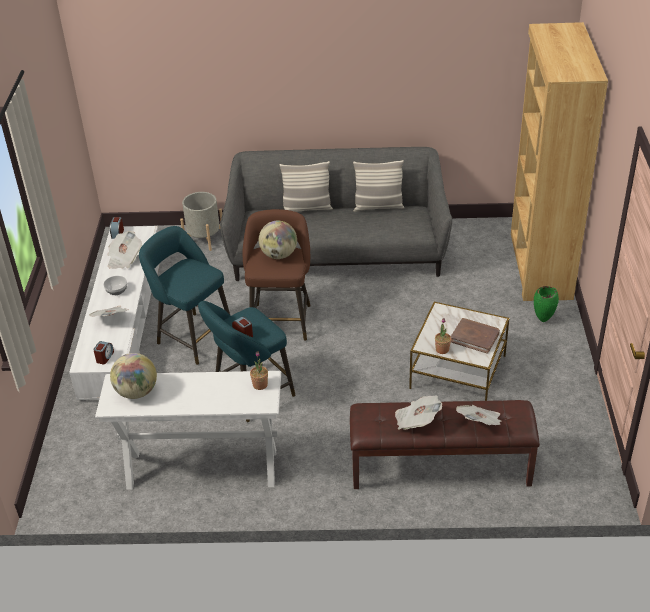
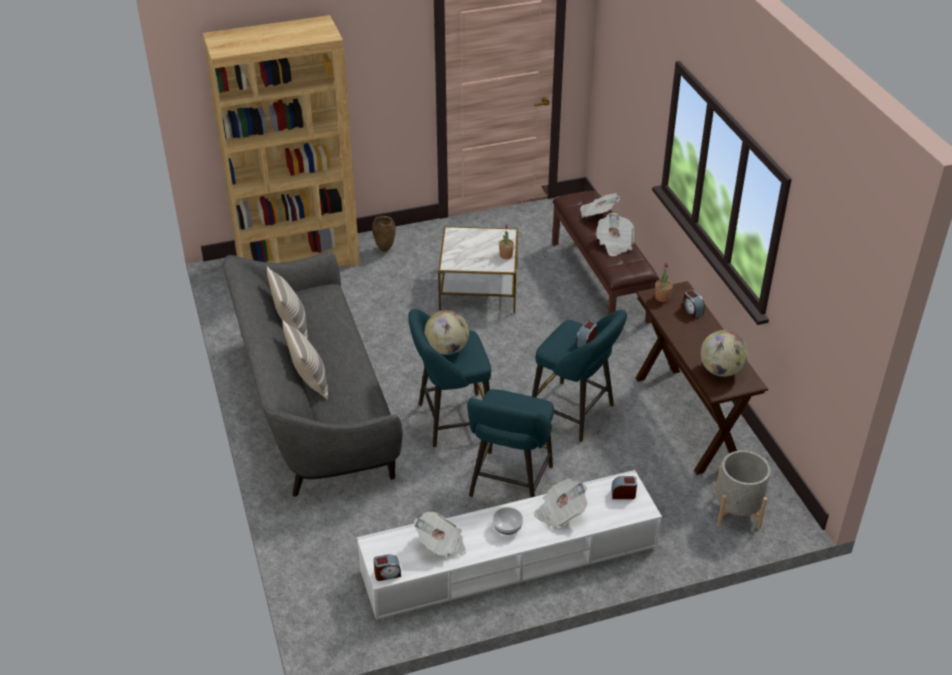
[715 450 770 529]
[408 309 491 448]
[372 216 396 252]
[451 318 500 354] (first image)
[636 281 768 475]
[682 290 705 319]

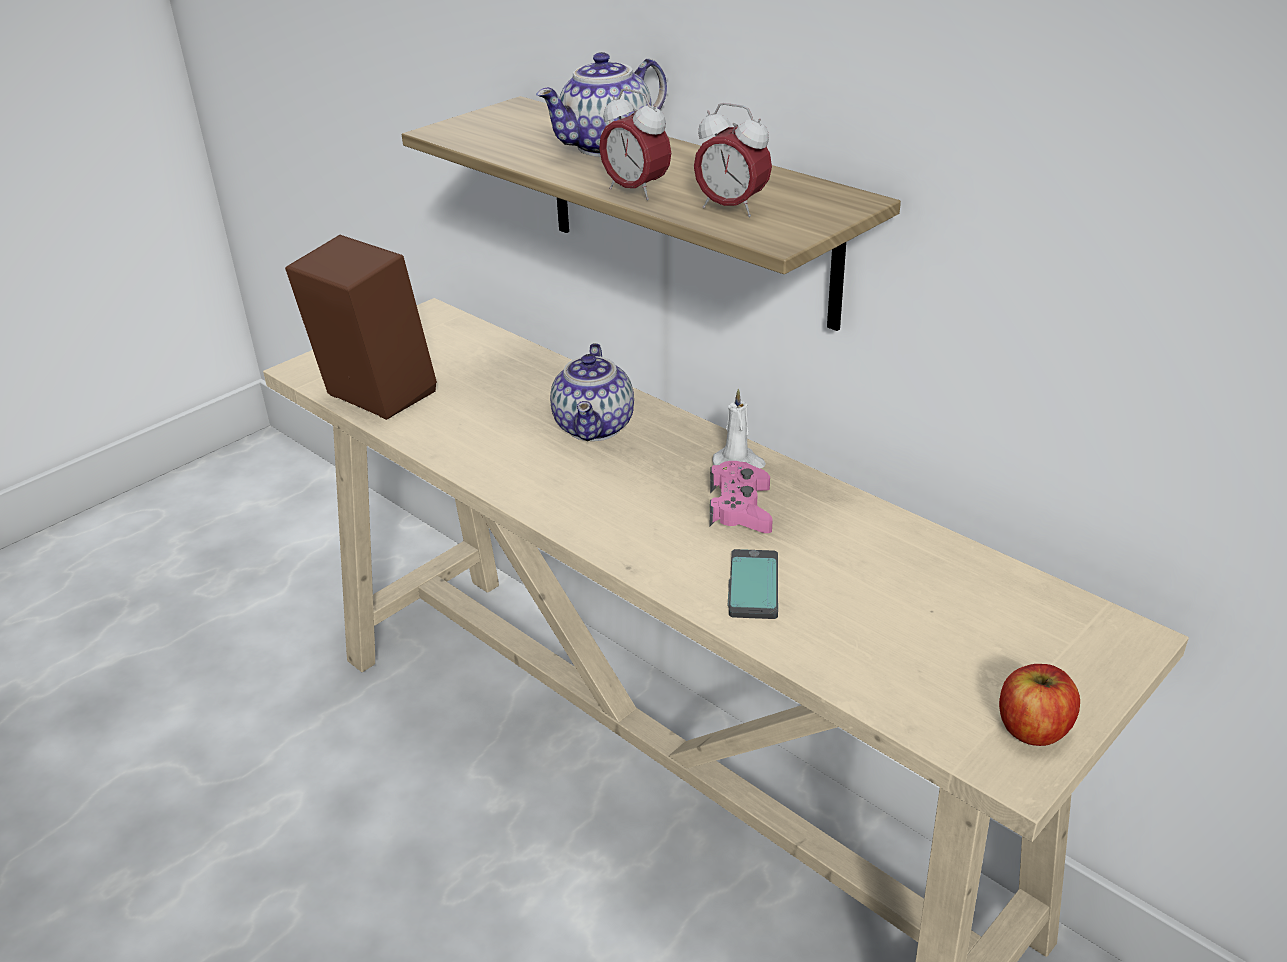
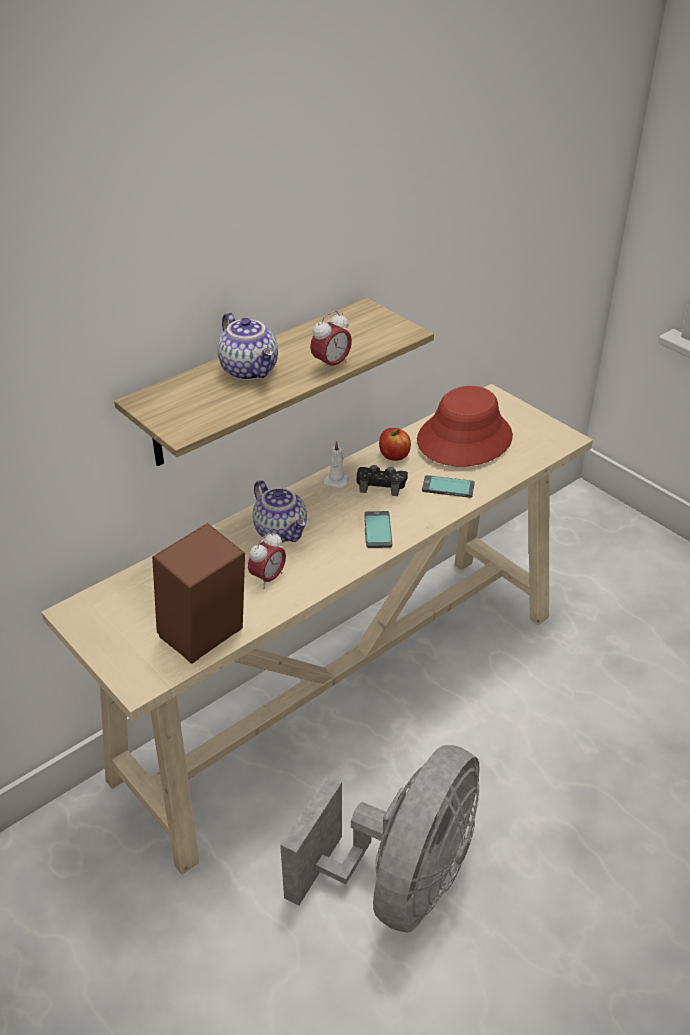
[248 532 286 589]
[252 480 307 543]
[356 465 408 496]
[379 428 411 461]
[417 386 513 467]
[364 511 392 548]
[280 745 479 933]

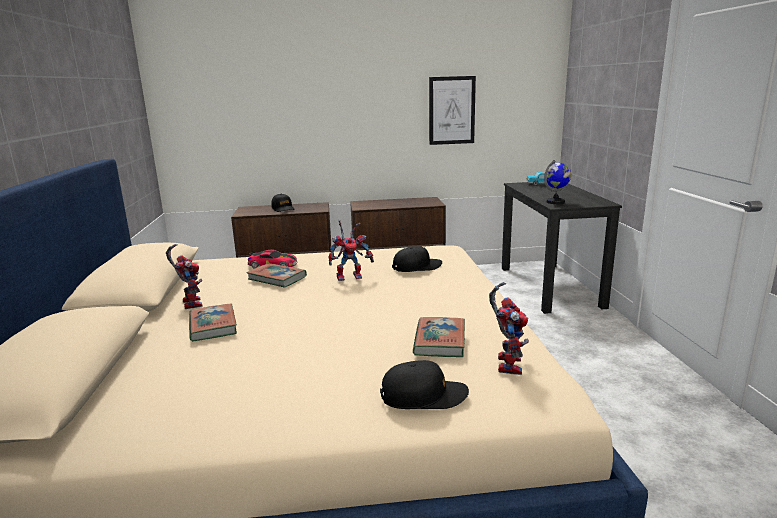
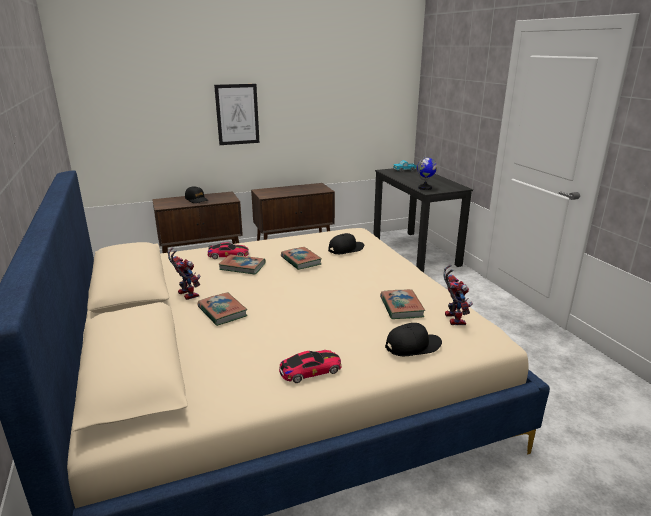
[214 84 259 145]
[281 247 322 270]
[279 350 342 383]

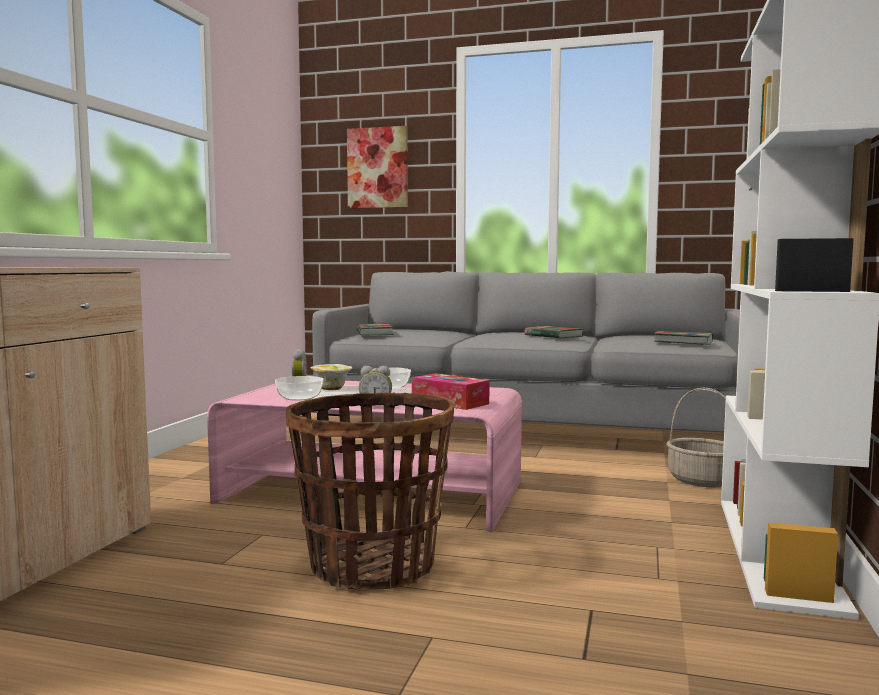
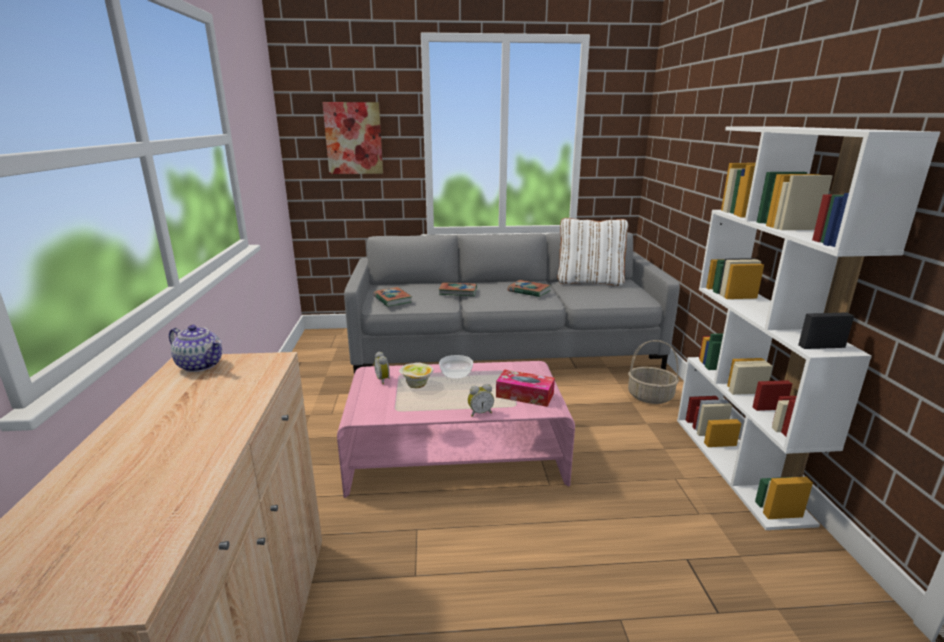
[439 282 477 296]
[275 376 324 401] (first image)
[286 392 454 590] (first image)
[557 218 628 286]
[169 325 222 372]

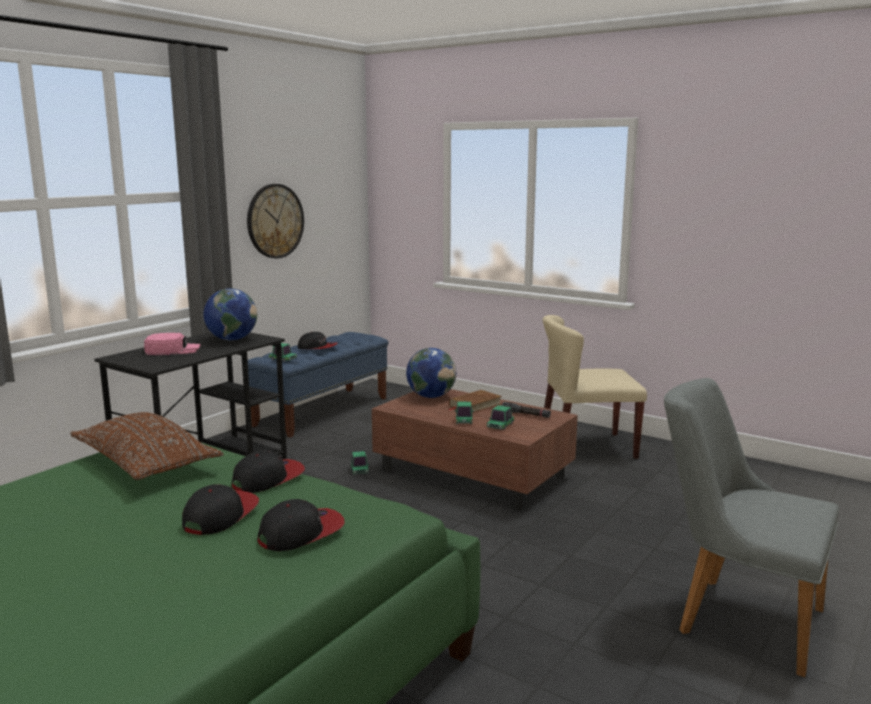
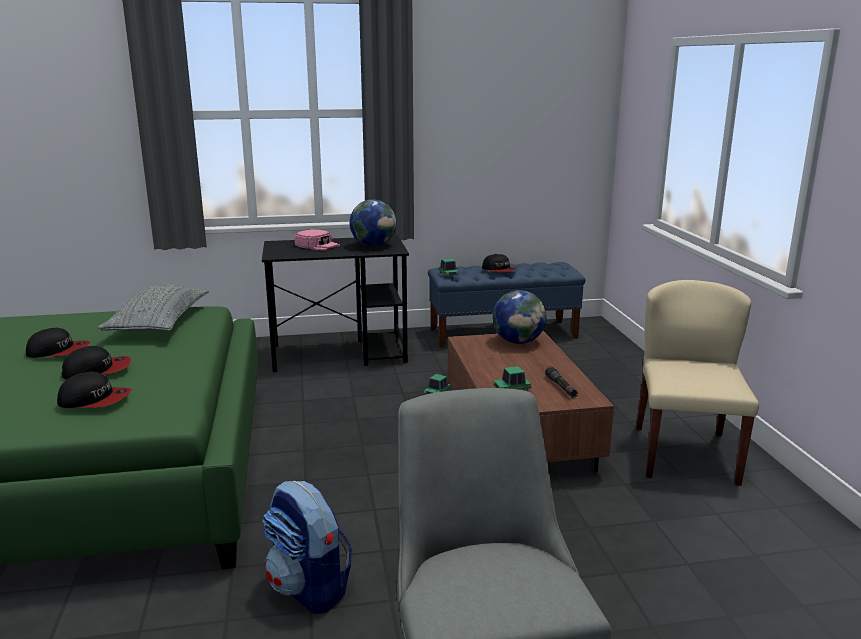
[247 184 304 258] (first image)
[636 280 759 486]
[449 390 502 413] (first image)
[455 402 474 424] (first image)
[98 284 209 331]
[26 328 90 358]
[263 481 353 614]

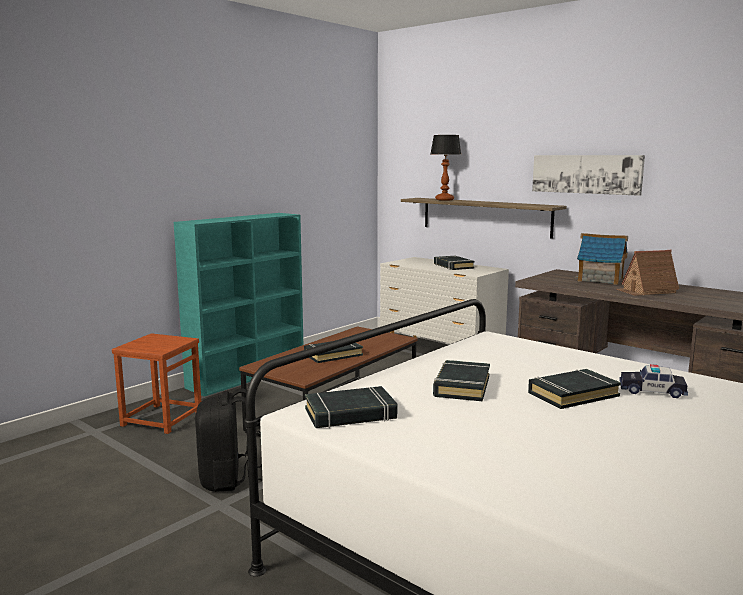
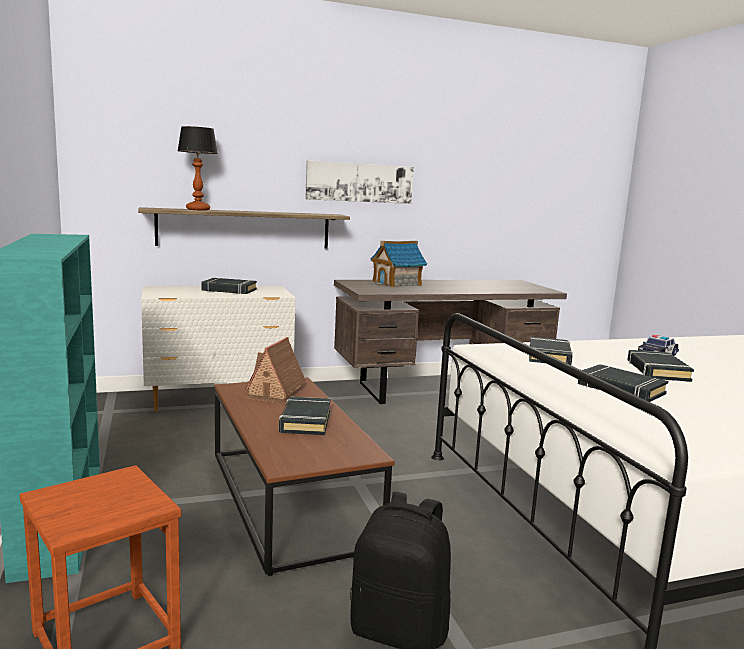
[243 337 306 403]
[529 336 573 365]

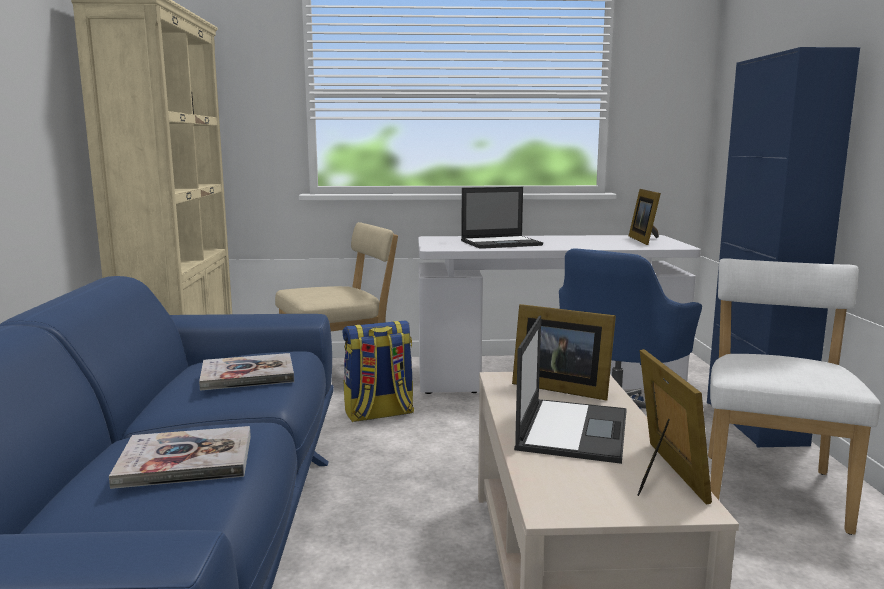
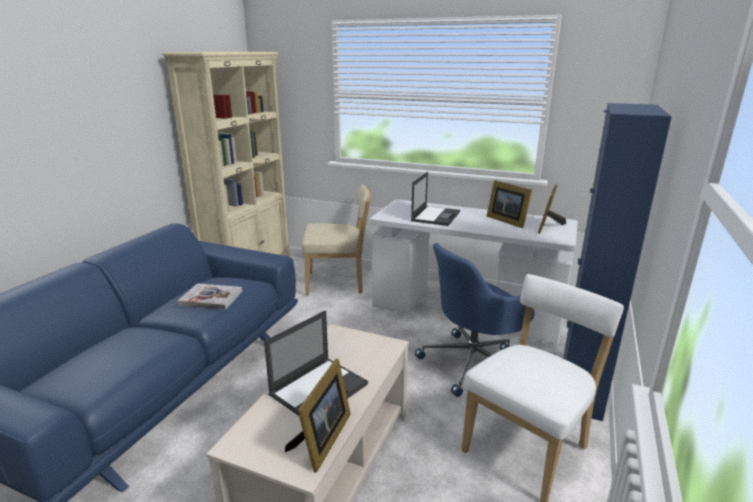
[411 172 460 226]
[487 180 532 228]
[343 320 414 422] (first image)
[109 426 251 489] (first image)

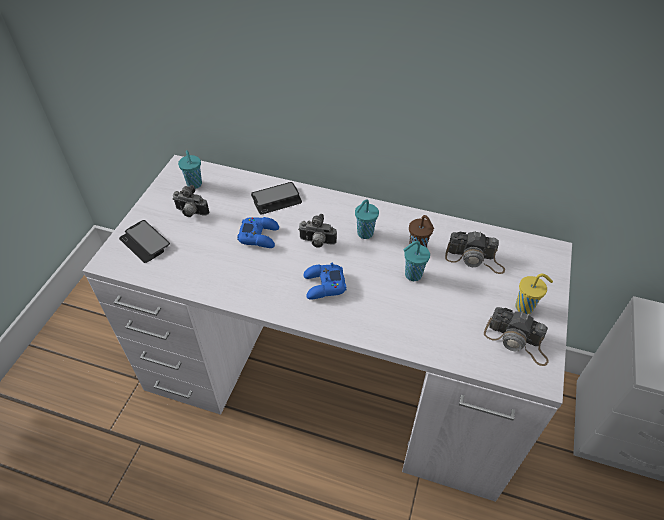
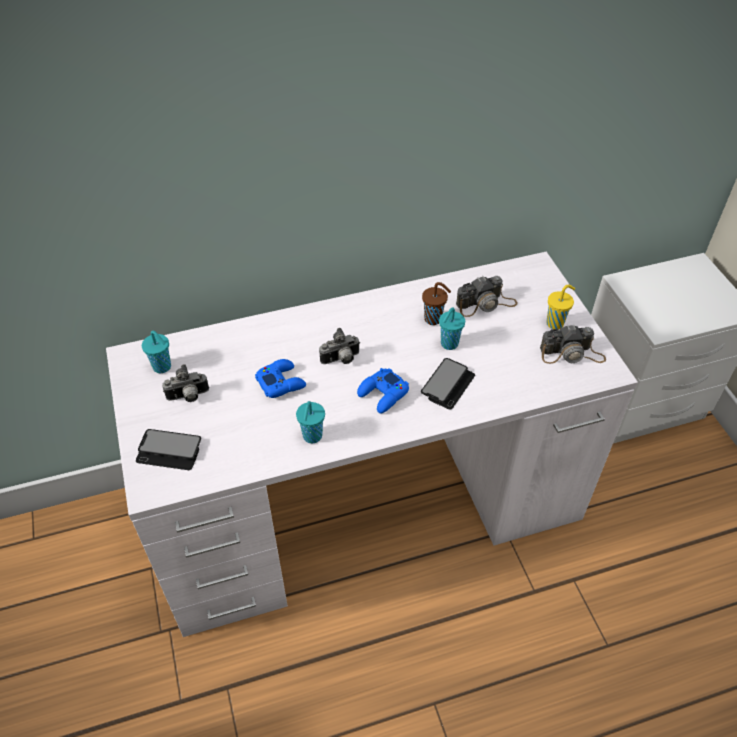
[421 358 475 410]
[296 401 325 443]

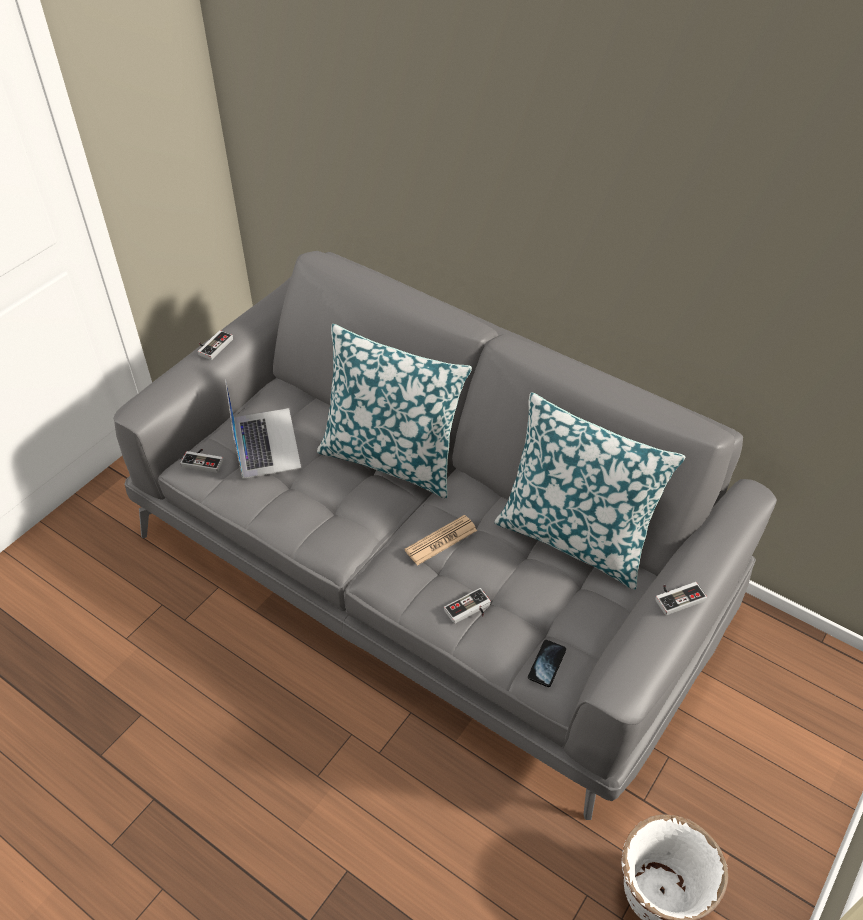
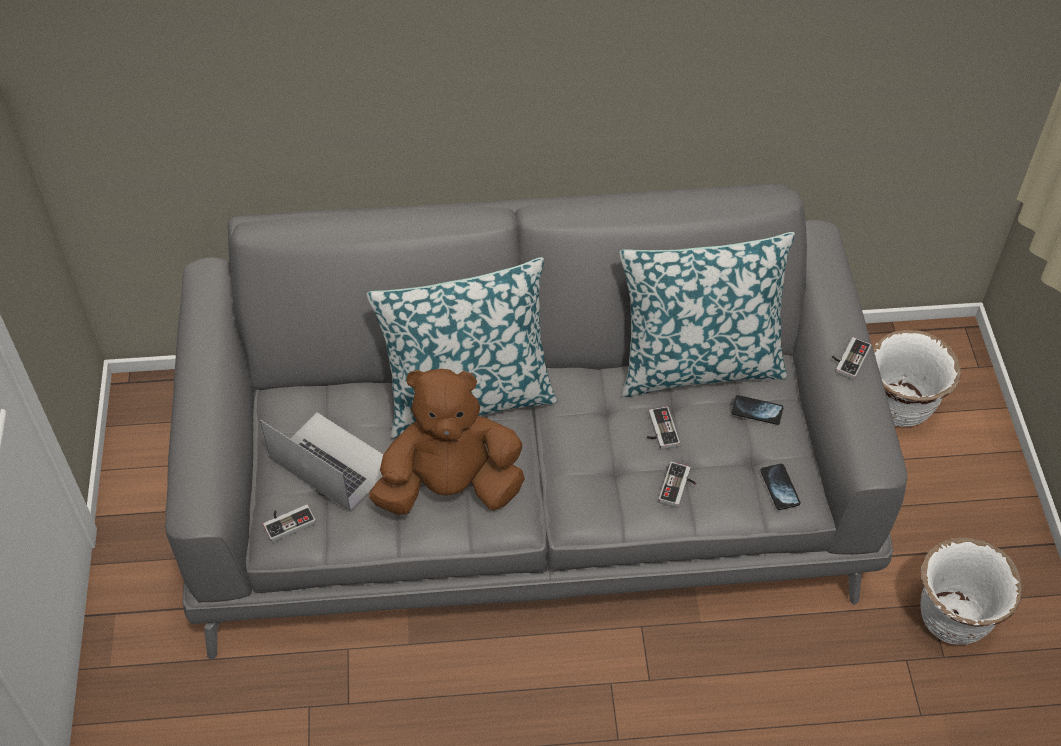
[647 406 680 450]
[405 515 477 566] (first image)
[873 330 961 427]
[369 369 525 515]
[732 395 784 425]

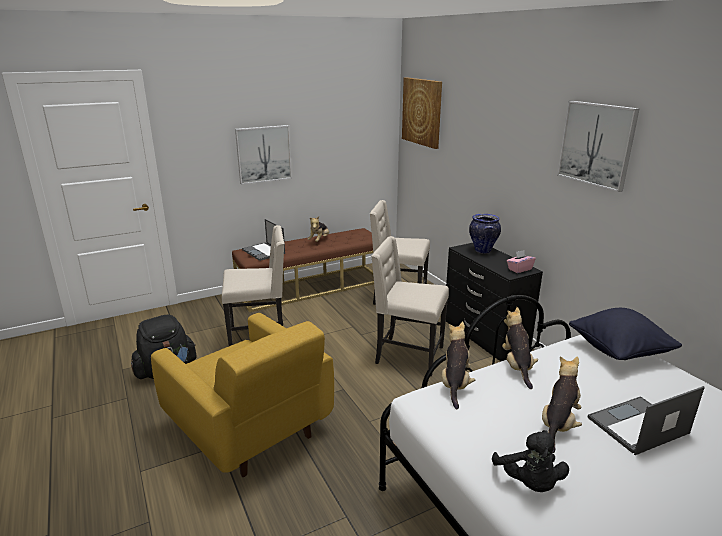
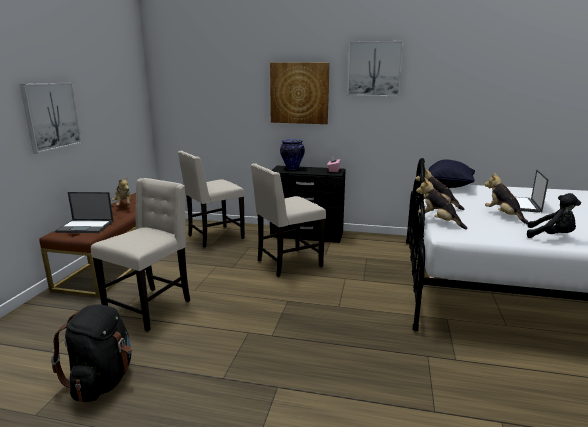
[270 62 330 124]
[151 313 334 477] (first image)

